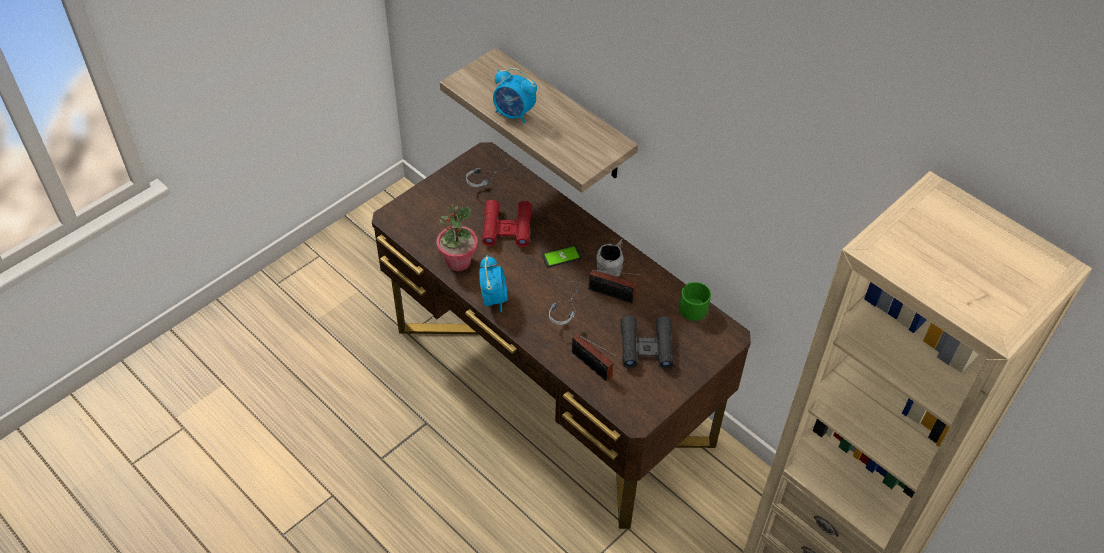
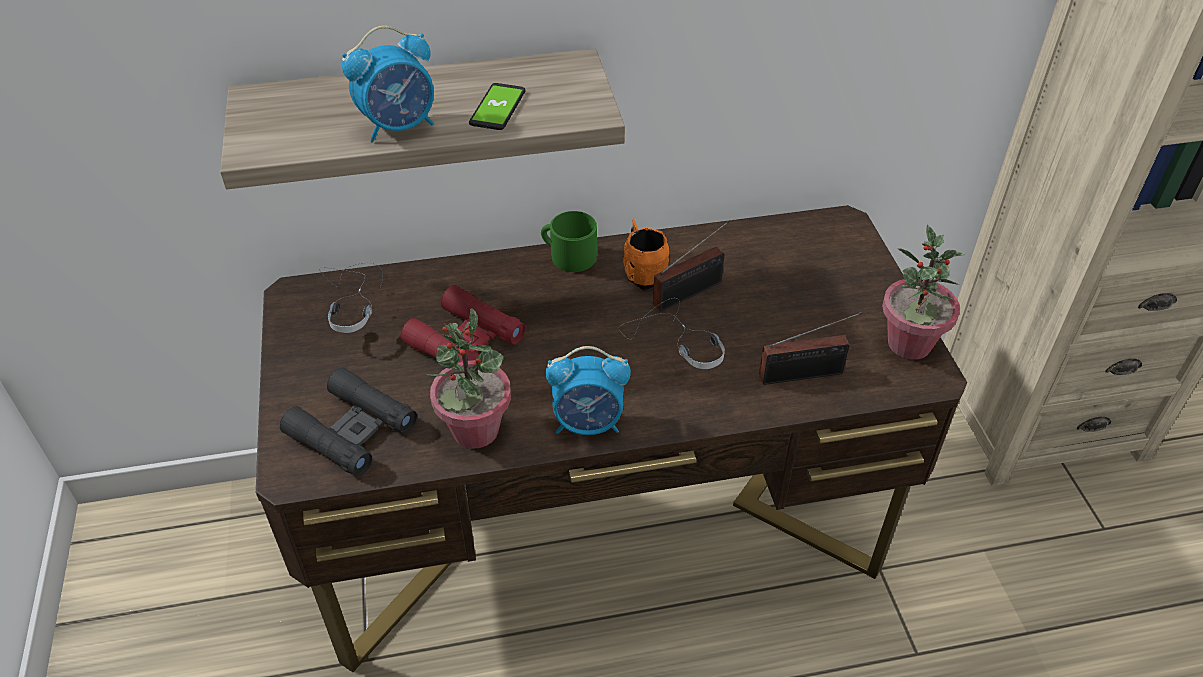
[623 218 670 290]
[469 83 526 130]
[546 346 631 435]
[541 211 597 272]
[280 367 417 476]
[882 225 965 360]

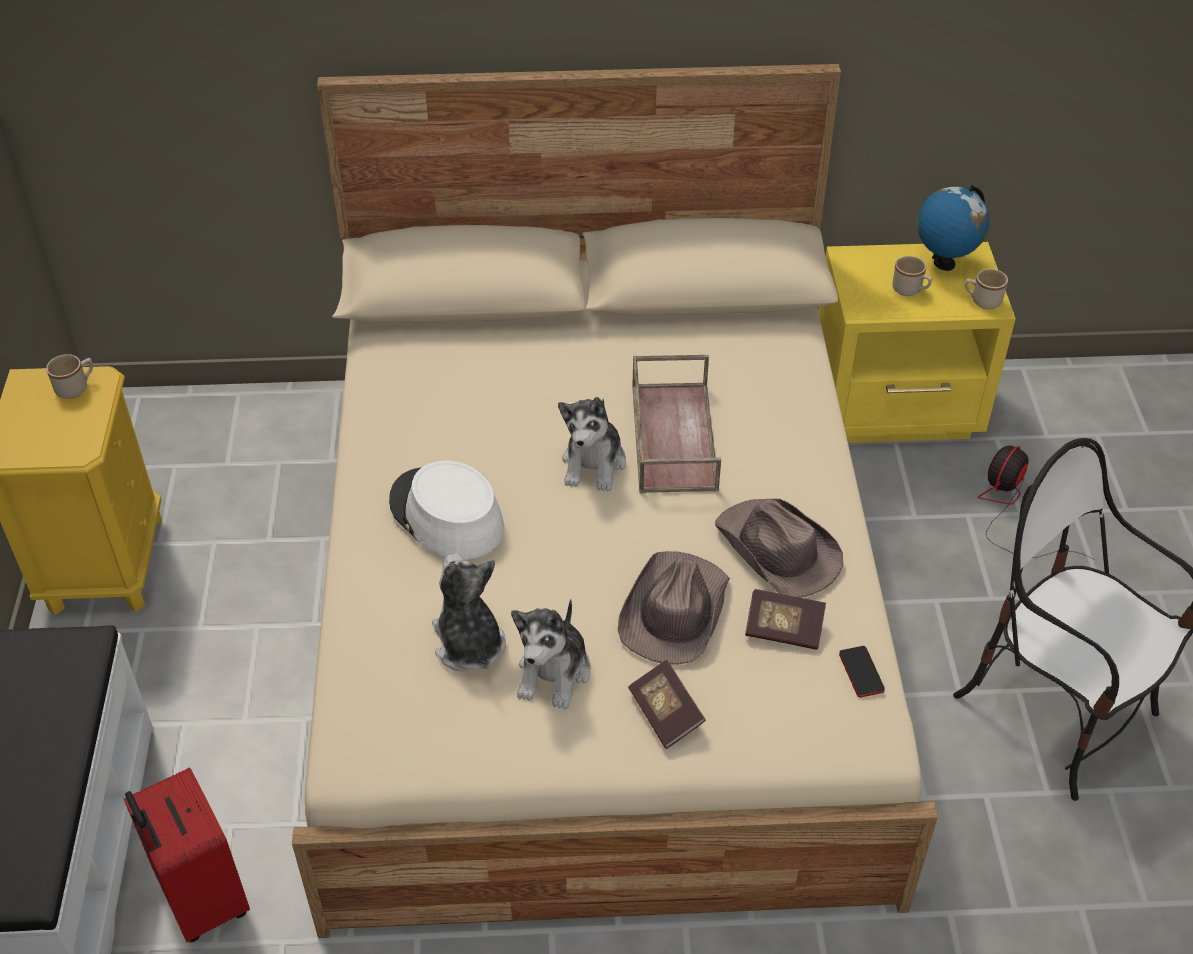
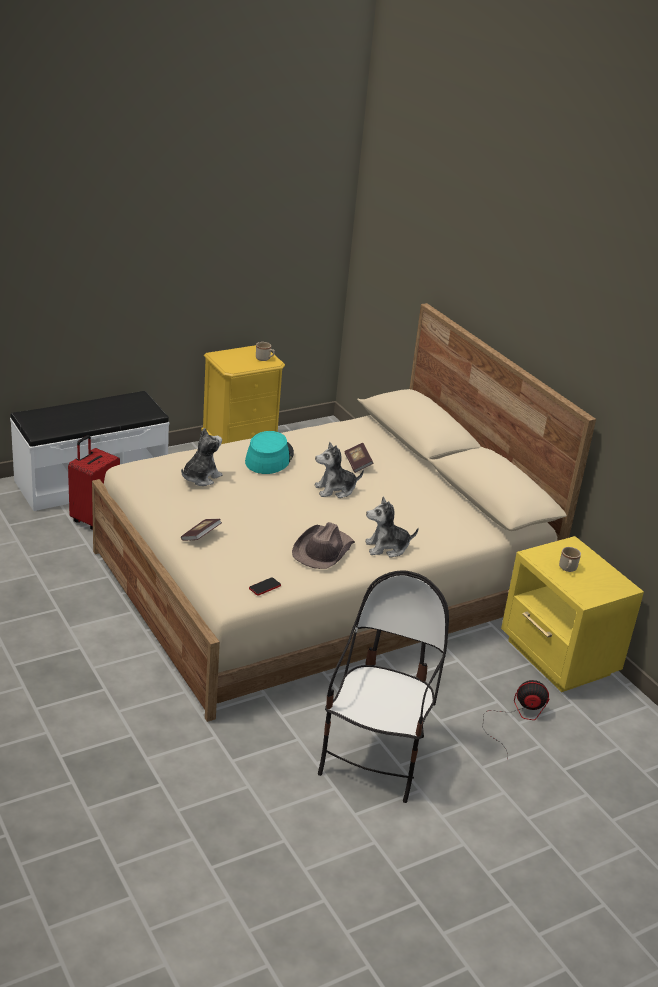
[917 185 989 271] (first image)
[965 269 1008 309] (first image)
[632 355 721 493] (first image)
[245 431 294 474]
[618 551 730 664] (first image)
[344 443 373 473]
[365 497 419 558]

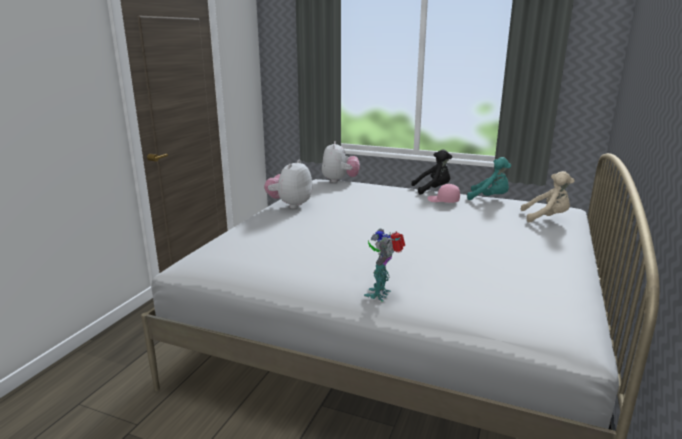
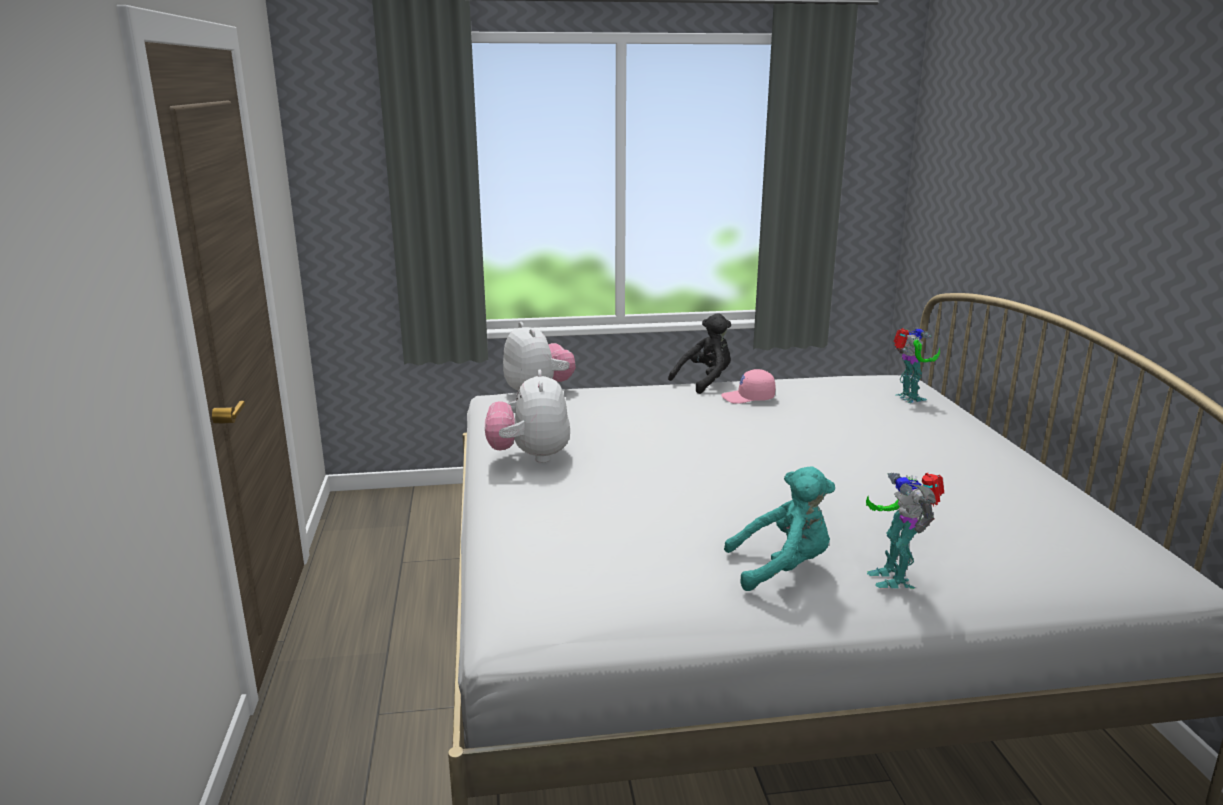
[724 467 835 591]
[893 327 940 403]

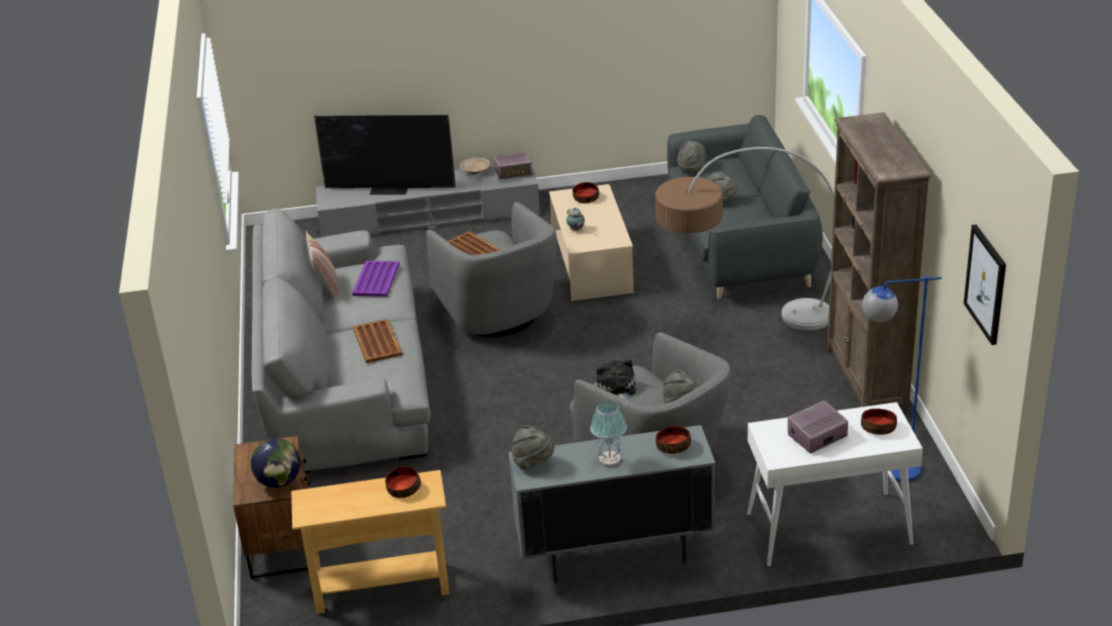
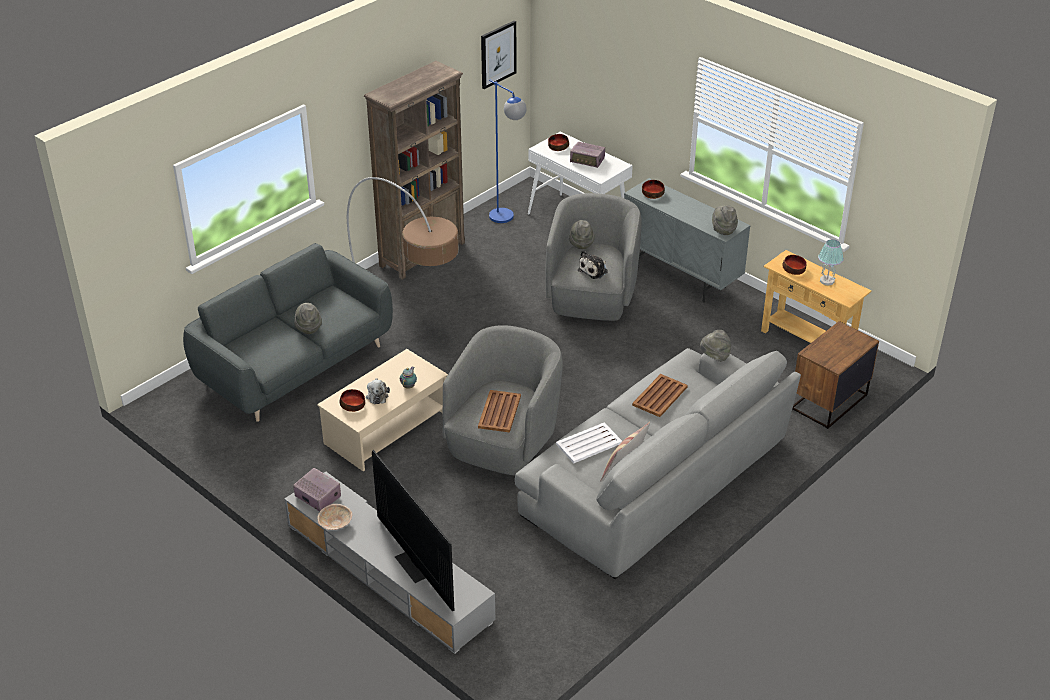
[700 330 731 362]
[556 422 622 464]
[818 239 844 285]
[251 439 301 488] (first image)
[366 378 390 404]

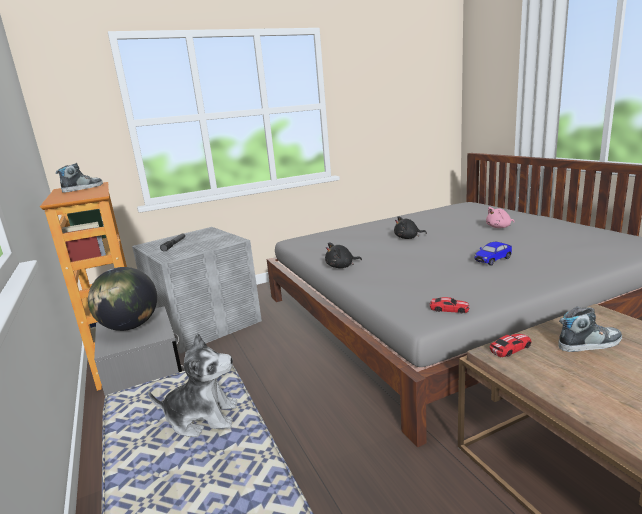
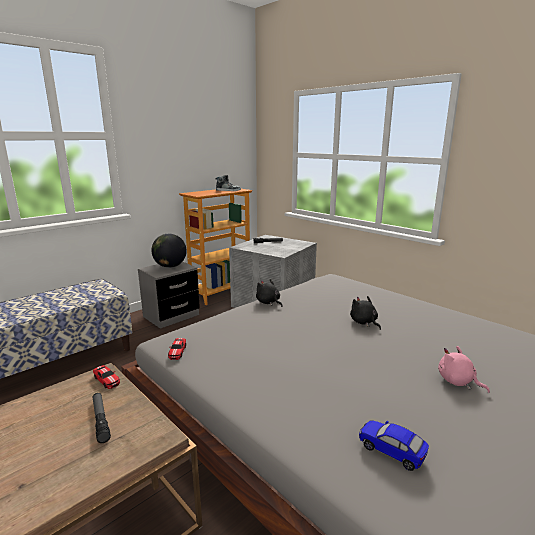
[359 420 429 471]
[93 393 111 443]
[148 333 238 437] (first image)

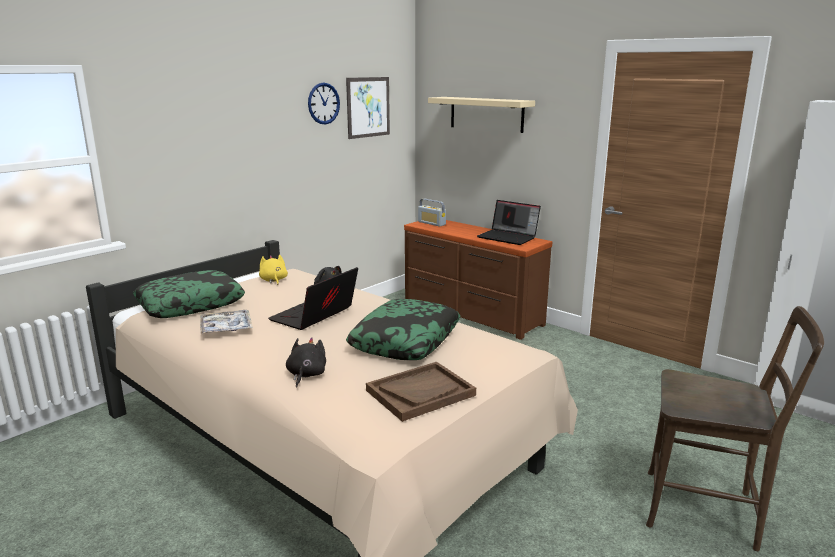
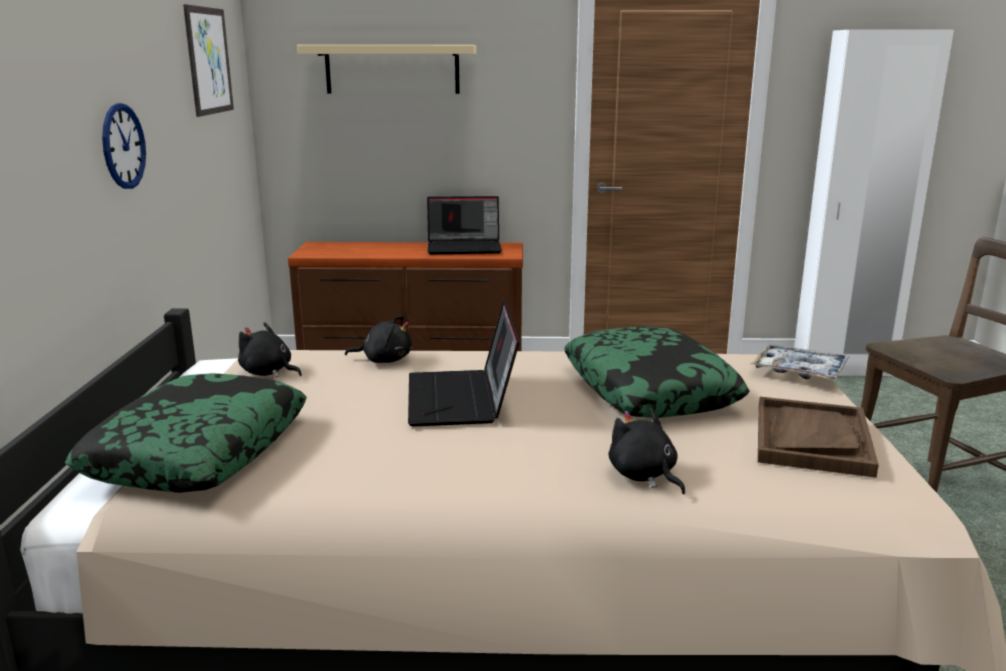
[102 103 146 189]
[418 199 446 227] (first image)
[238 322 302 377]
[751 344 849 380]

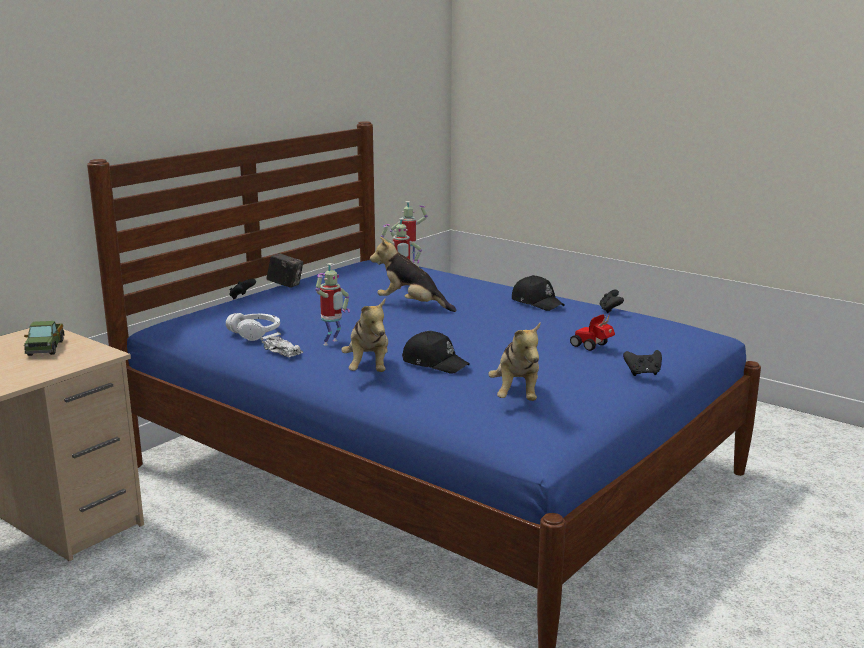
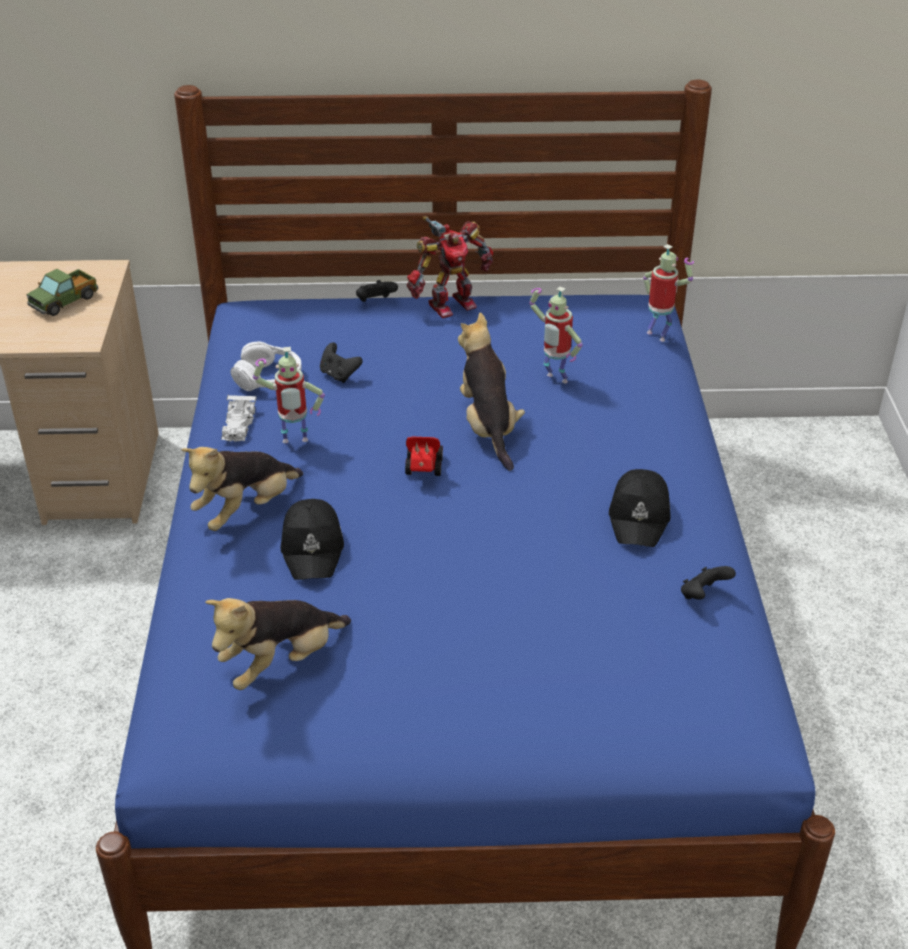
[407 216 493 318]
[405 437 443 476]
[320 343 363 383]

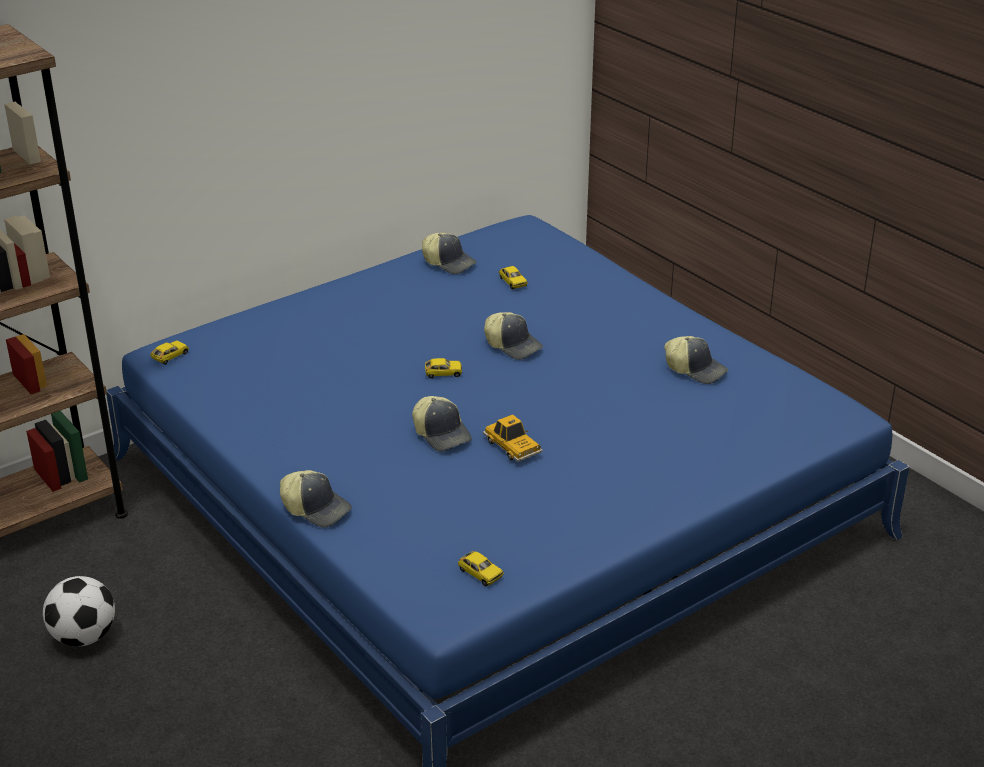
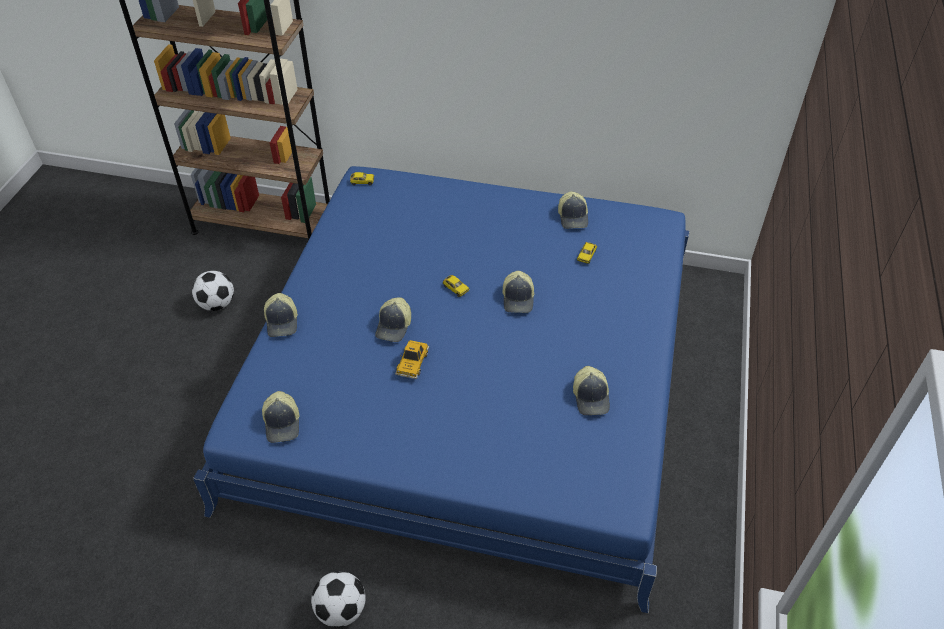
[262 391 300 443]
[311 571 366 627]

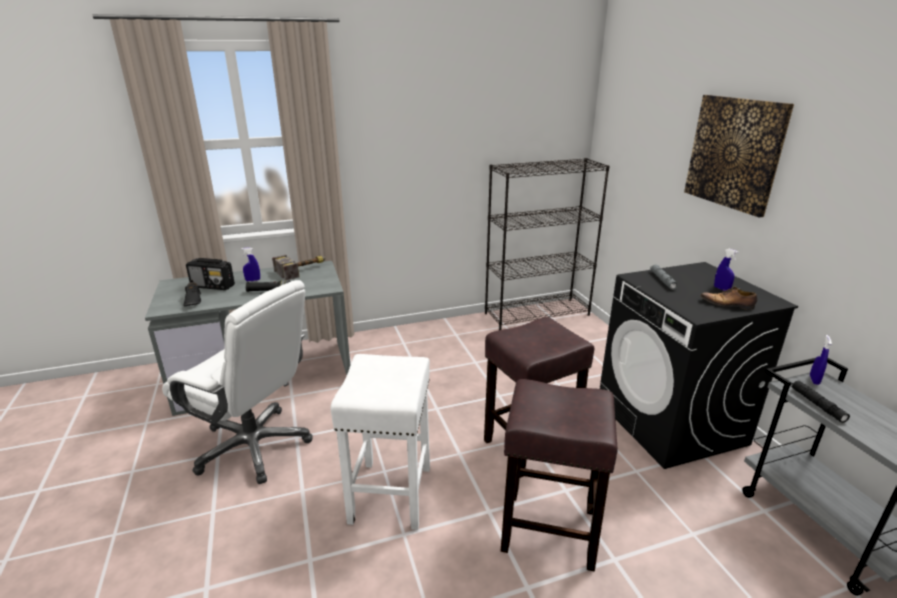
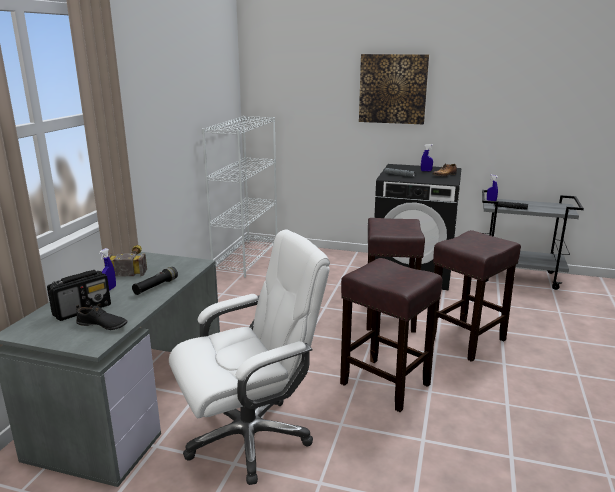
[202 116 277 277]
[340 258 442 412]

